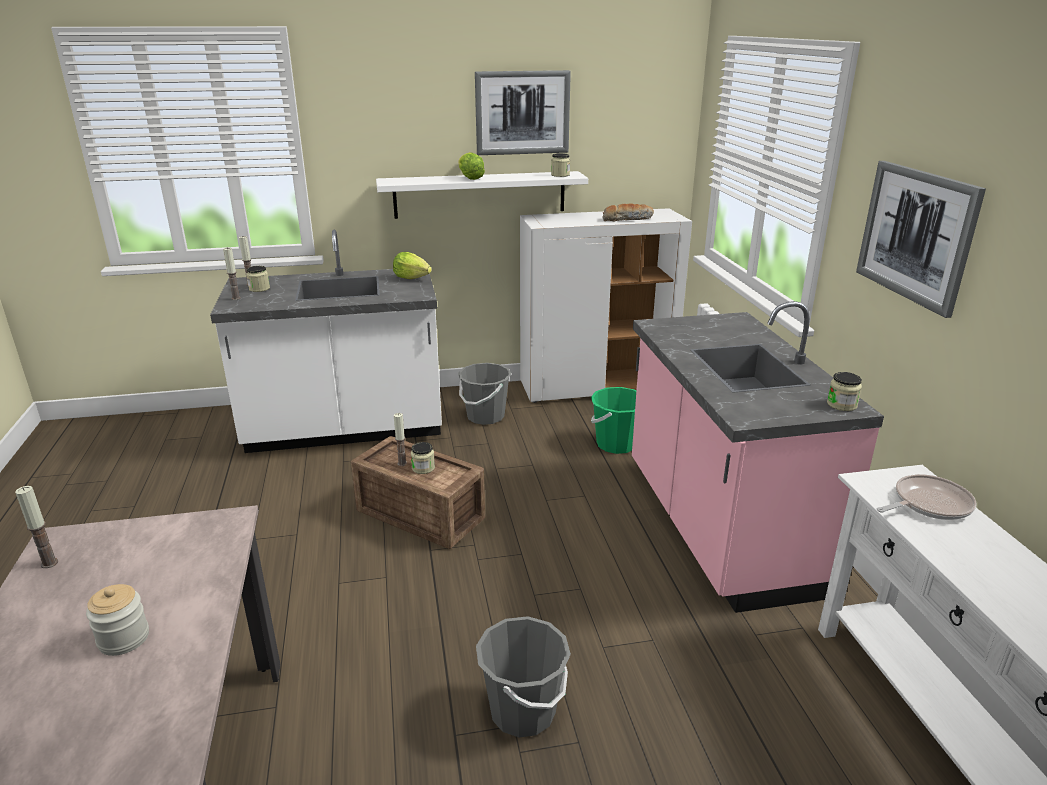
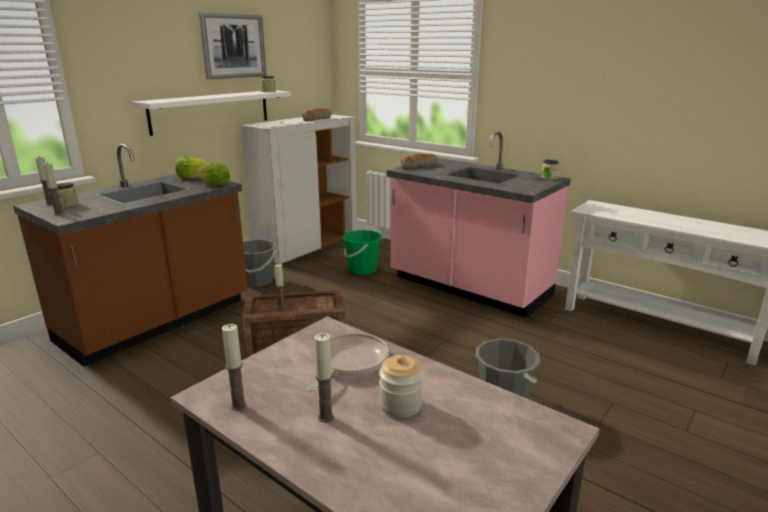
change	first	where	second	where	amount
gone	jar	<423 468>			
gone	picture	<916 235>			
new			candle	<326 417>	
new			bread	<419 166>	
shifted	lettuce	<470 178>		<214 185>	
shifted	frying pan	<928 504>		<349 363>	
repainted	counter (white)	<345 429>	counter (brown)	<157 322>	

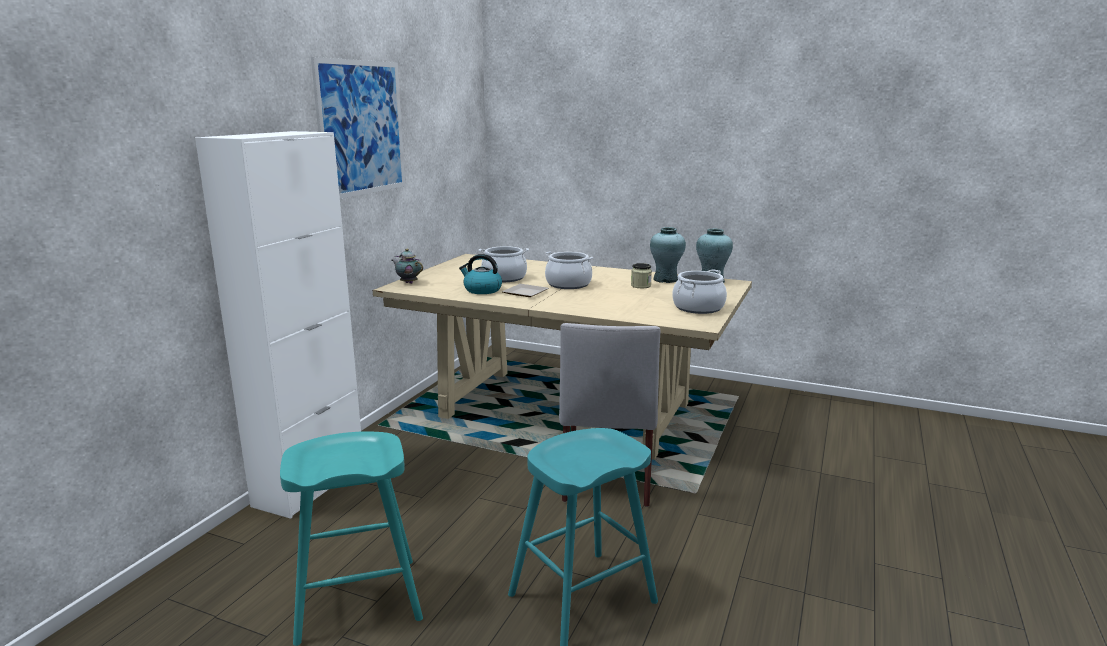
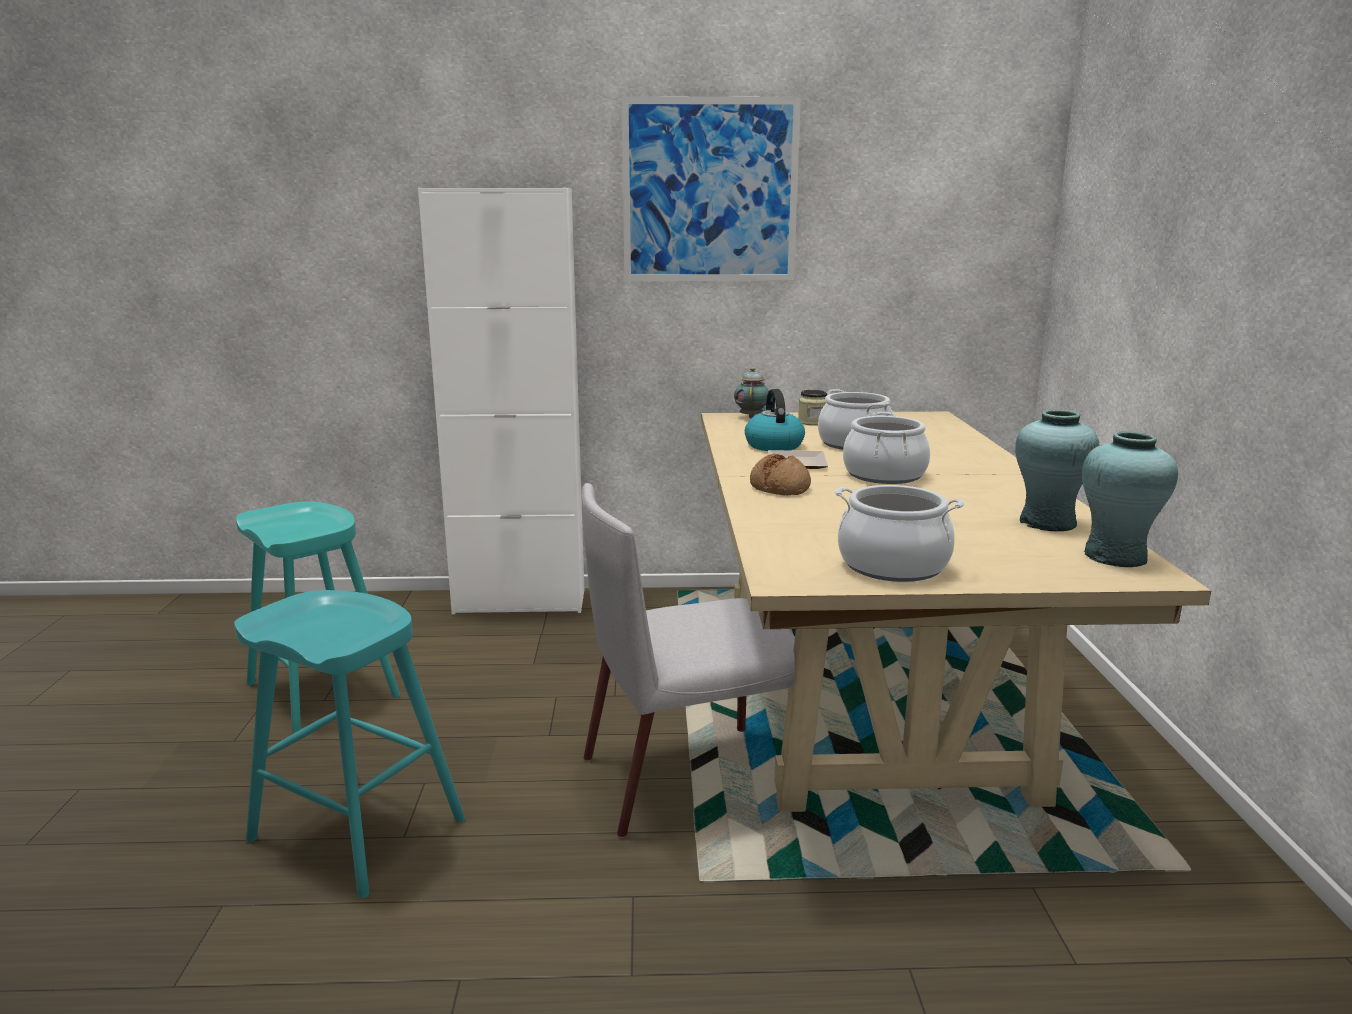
change	first	where	second	where	amount
new			bread	<780 487>	
shifted	jar	<641 286>		<812 422>	

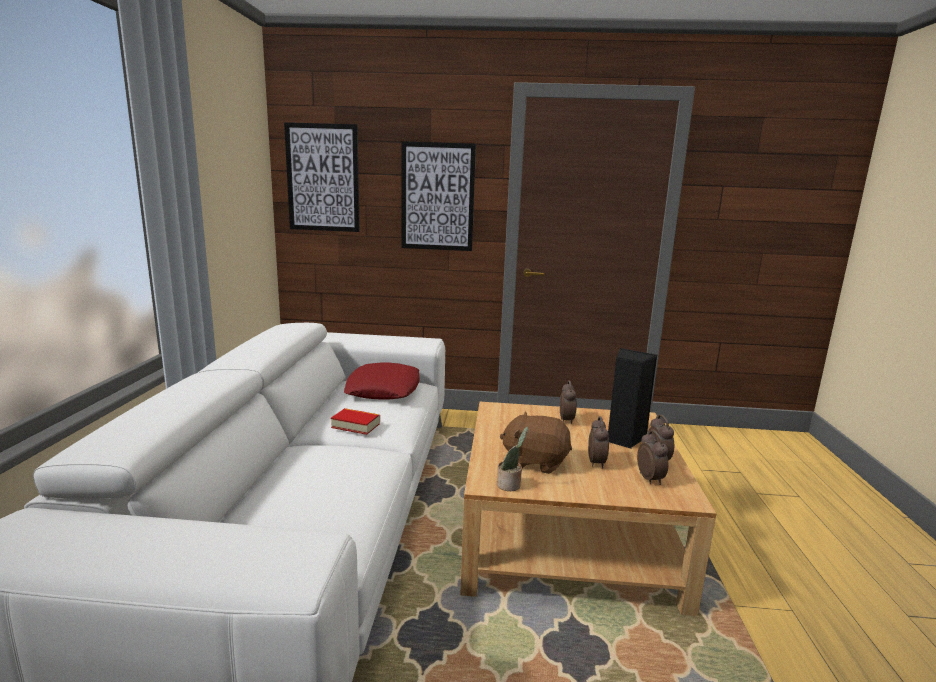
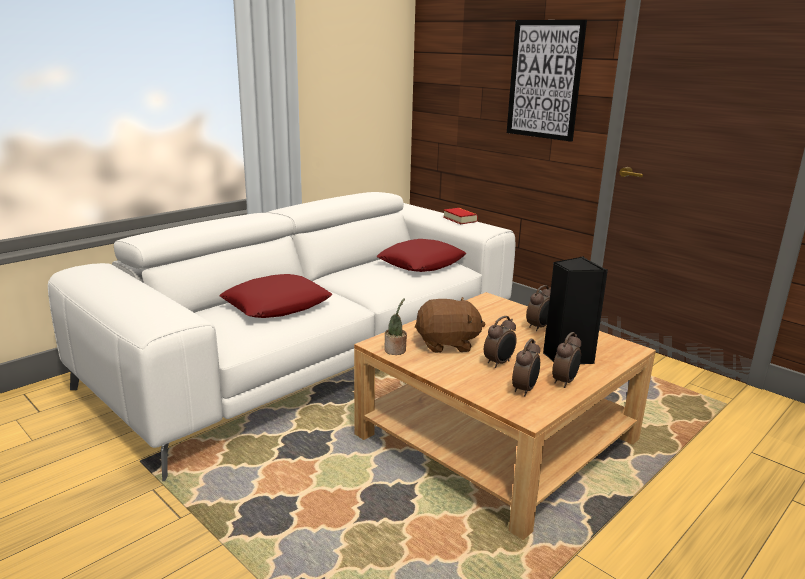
change	first	where	second	where	amount
gone	picture	<323 178>			
new			pillow (red)	<277 305>	
shifted	book	<356 425>		<460 219>	
rotated	plush toy (brown)	<535 461>		<447 344>	120 degrees clockwise

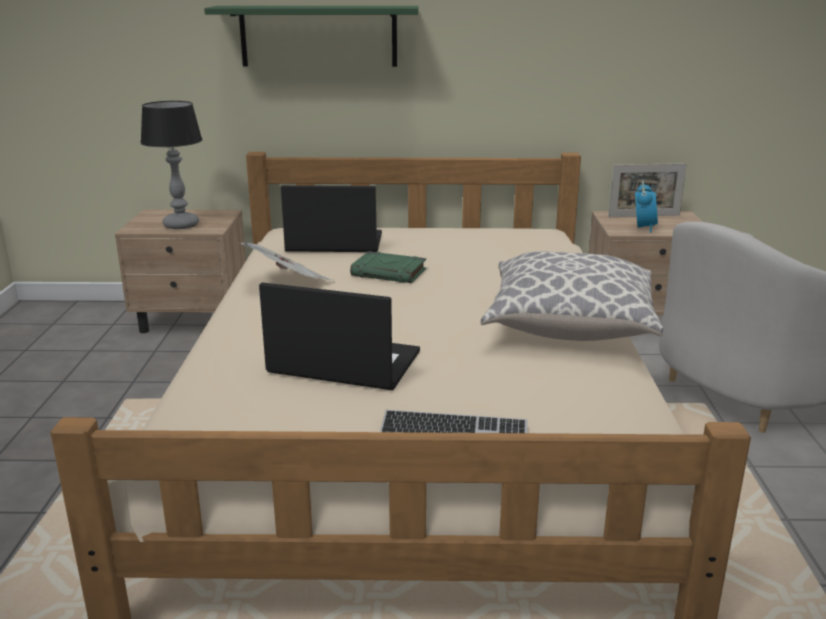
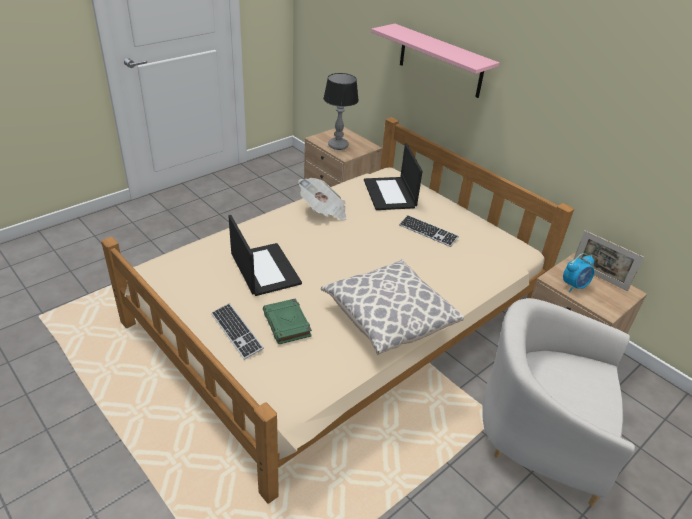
change	first	where	second	where	amount
new			keyboard	<428 232>	
shifted	book (green)	<389 273>		<287 324>	
repainted	shelf (green)	<318 36>	shelf (pink)	<440 61>	
rotated	laptop	<333 243>		<390 194>	150 degrees counterclockwise

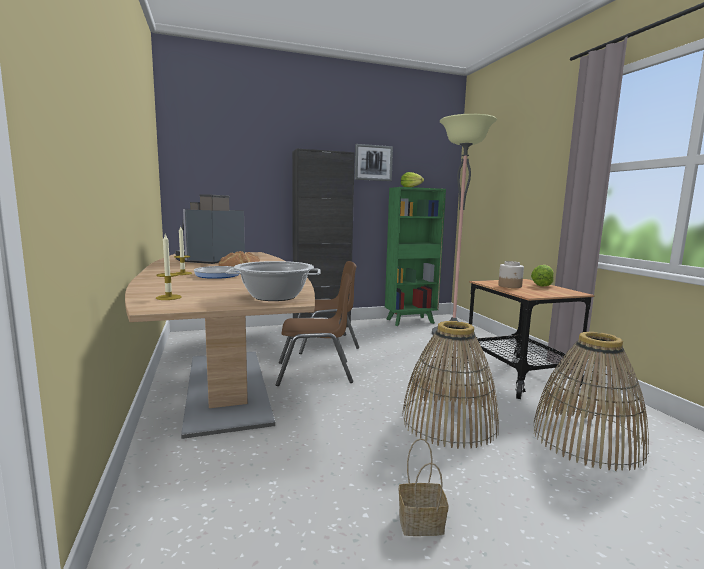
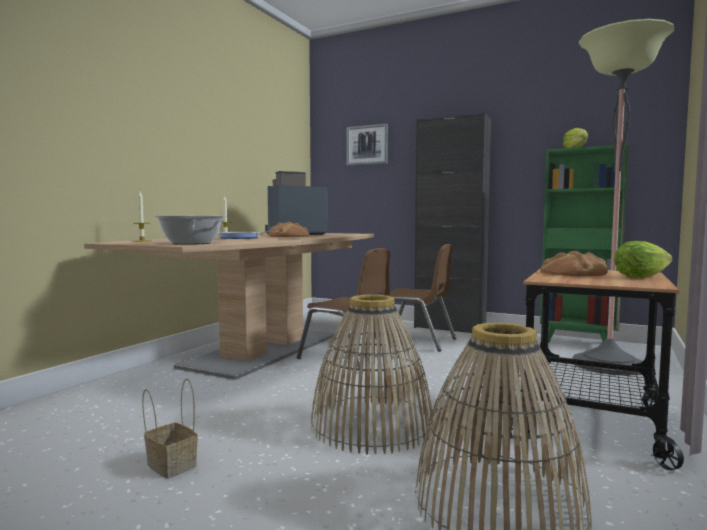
change	first	where	second	where	amount
shifted	picture	<373 163>		<367 145>	
swapped	jar	<510 286>	bread	<573 273>	

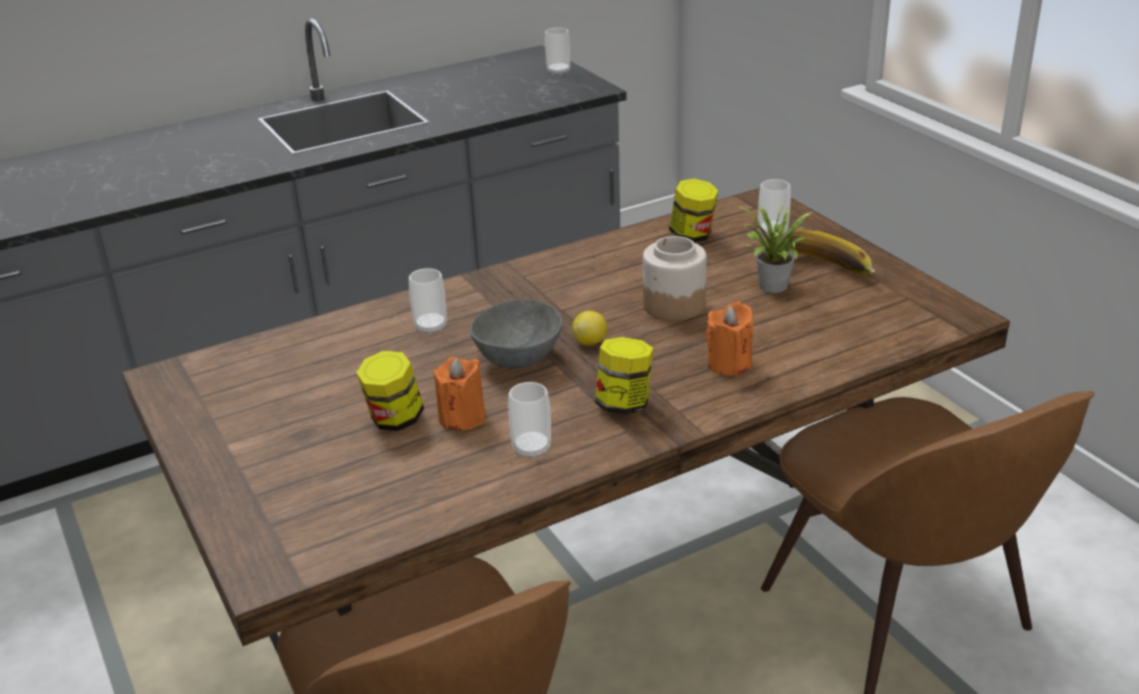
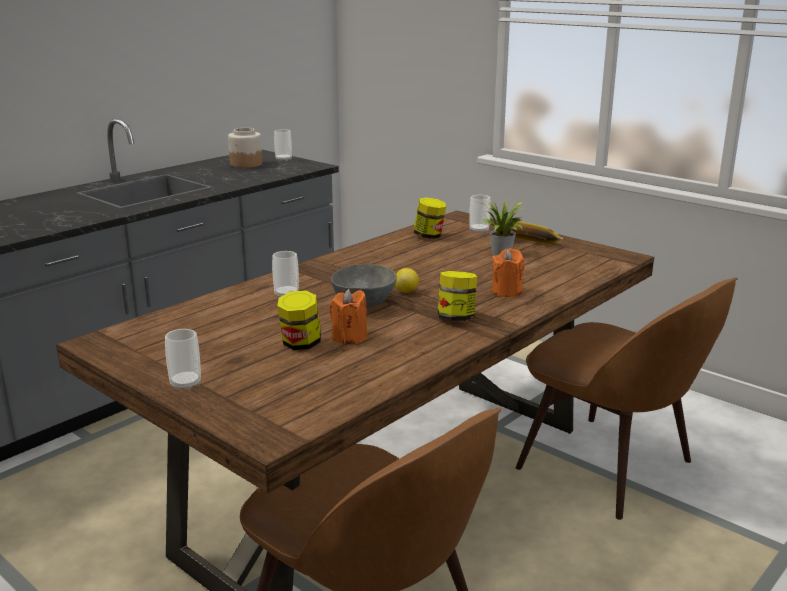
change	first	where	second	where	amount
shifted	cup	<531 449>		<185 384>	
shifted	jar	<673 305>		<246 164>	

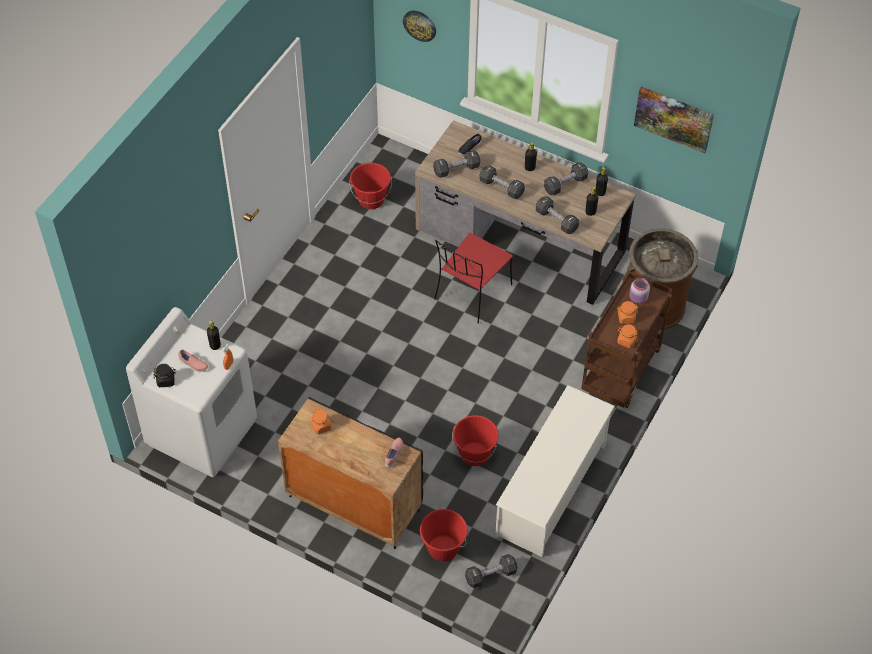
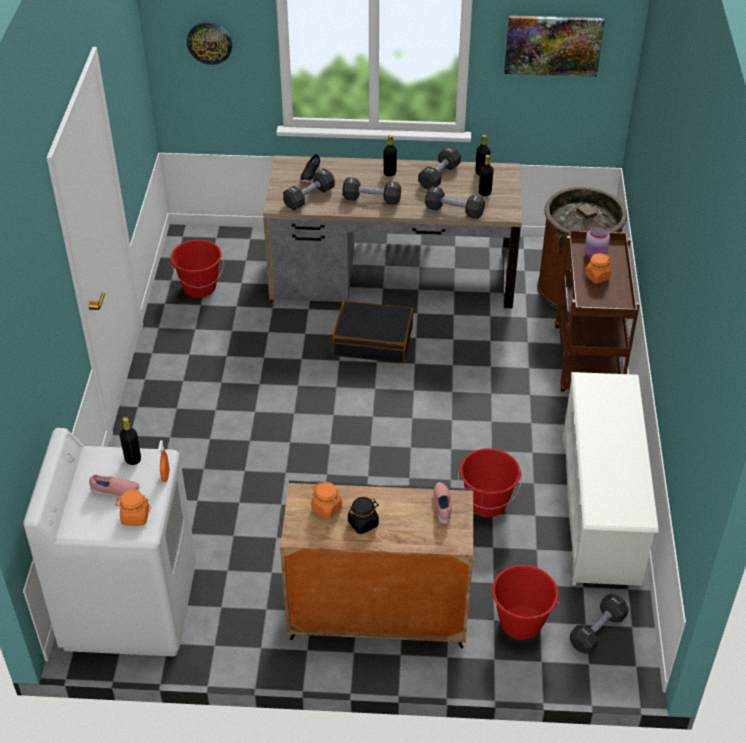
change	first	where	second	where	amount
shifted	jar (black)	<166 380>		<363 523>	
shifted	jar (orange)	<626 341>		<135 517>	
swapped	chair (red)	<472 293>	suitcase (black)	<373 341>	

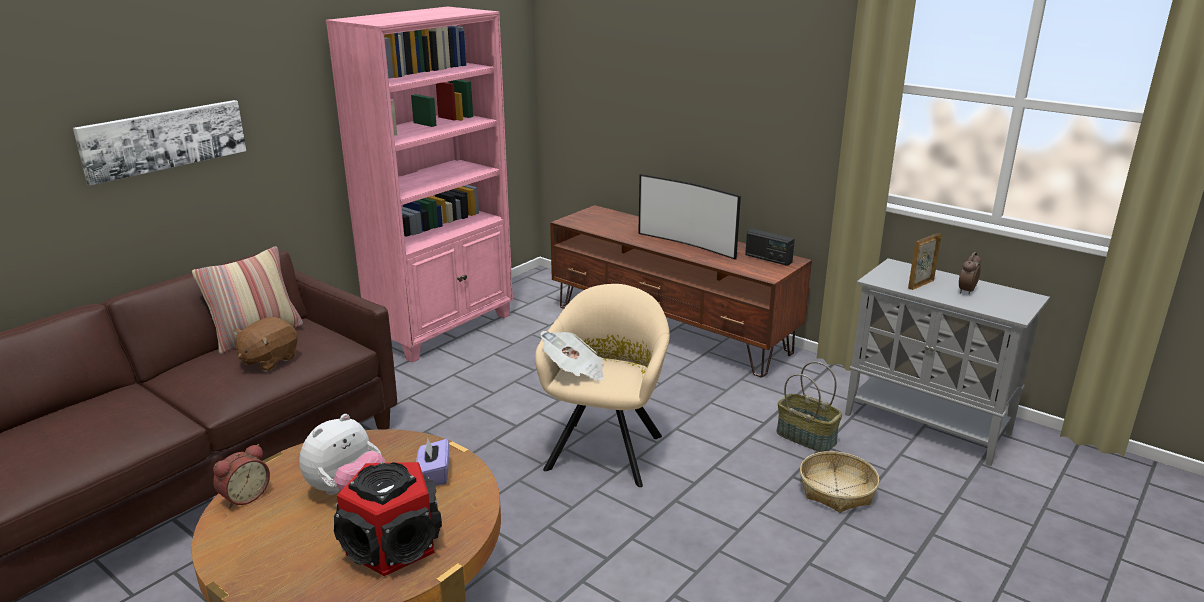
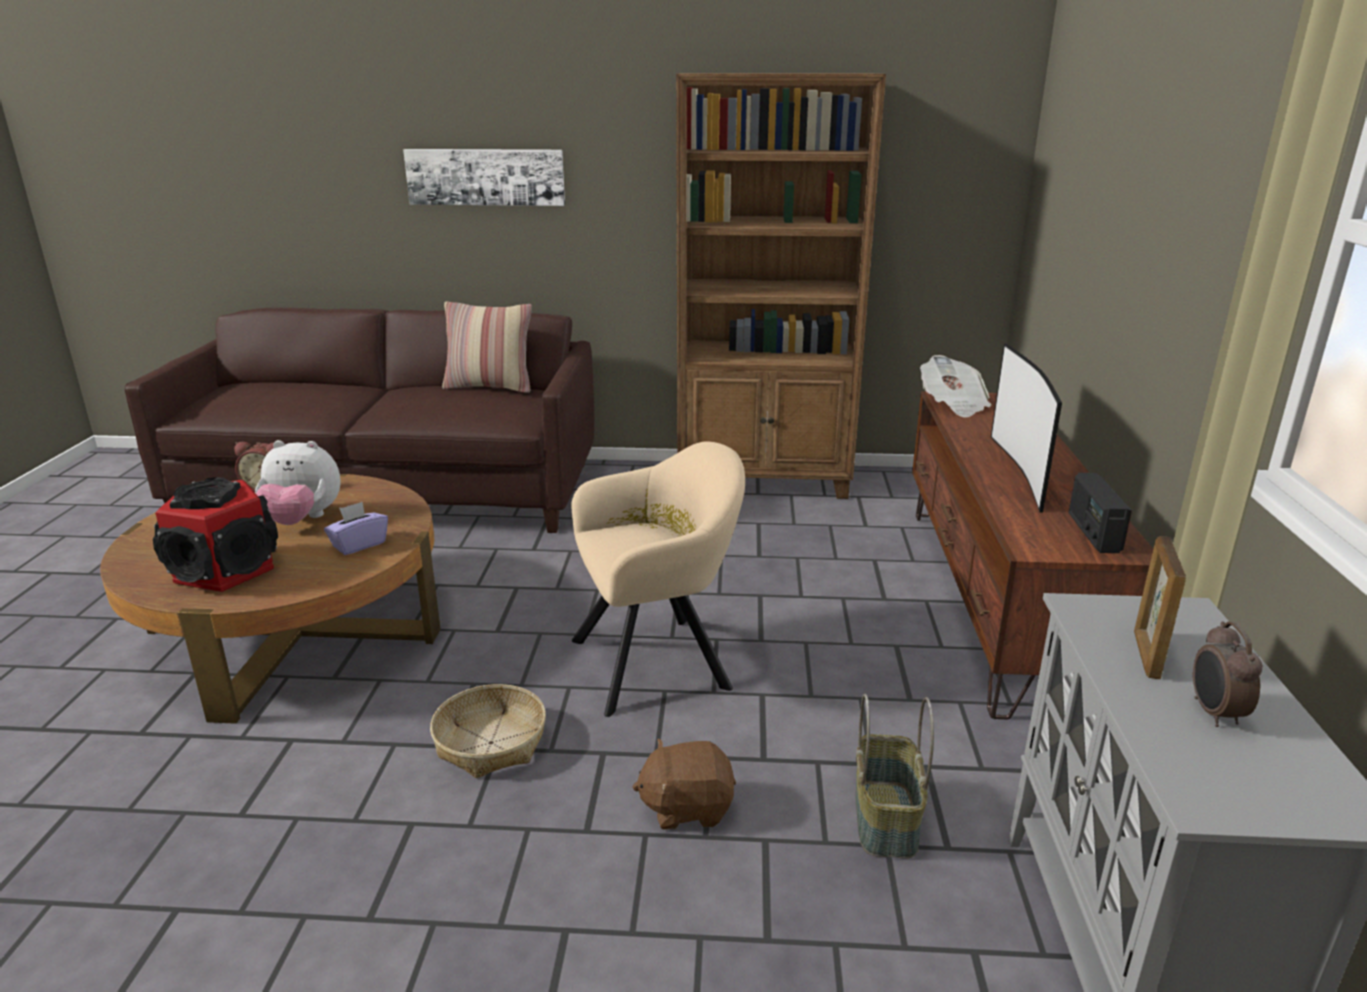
change	first	where	second	where	amount
shifted	plush toy (brown)	<268 360>		<687 807>	
shifted	newspaper	<574 371>		<953 405>	
shifted	basket	<836 490>		<491 742>	
repainted	bookcase (pink)	<443 328>	bookcase (brown)	<765 481>	
rotated	picture frame	<920 284>		<1146 655>	90 degrees counterclockwise
rotated	alarm clock	<966 291>		<1214 713>	90 degrees counterclockwise

